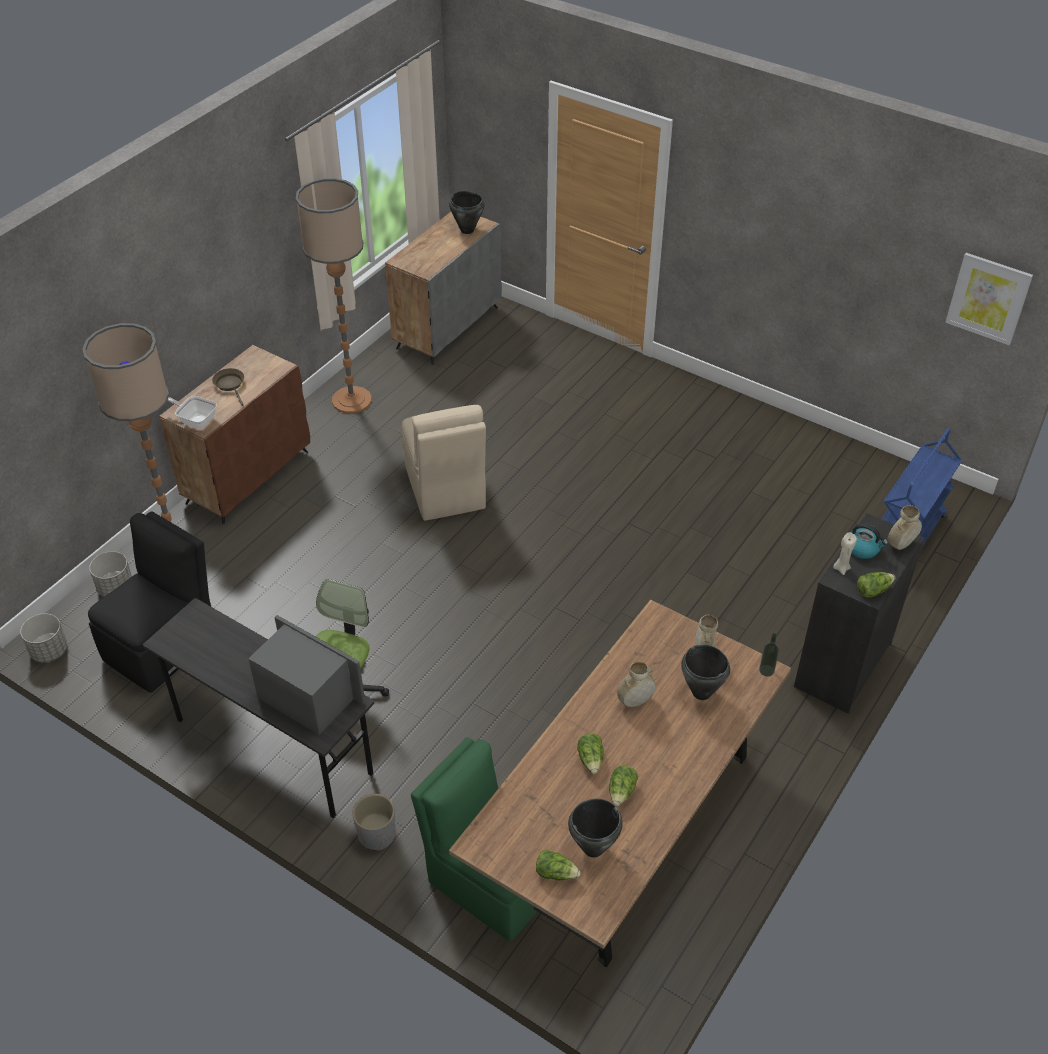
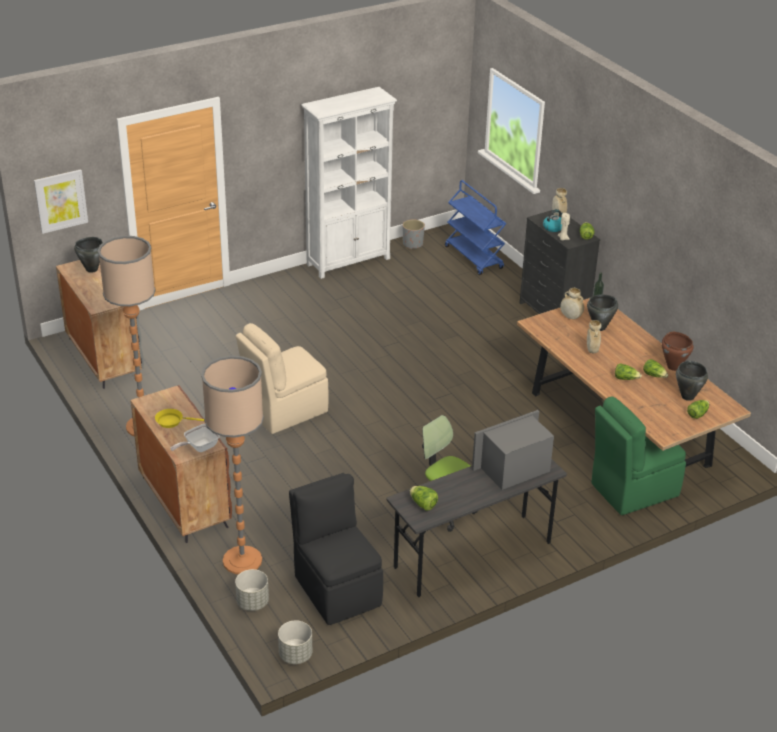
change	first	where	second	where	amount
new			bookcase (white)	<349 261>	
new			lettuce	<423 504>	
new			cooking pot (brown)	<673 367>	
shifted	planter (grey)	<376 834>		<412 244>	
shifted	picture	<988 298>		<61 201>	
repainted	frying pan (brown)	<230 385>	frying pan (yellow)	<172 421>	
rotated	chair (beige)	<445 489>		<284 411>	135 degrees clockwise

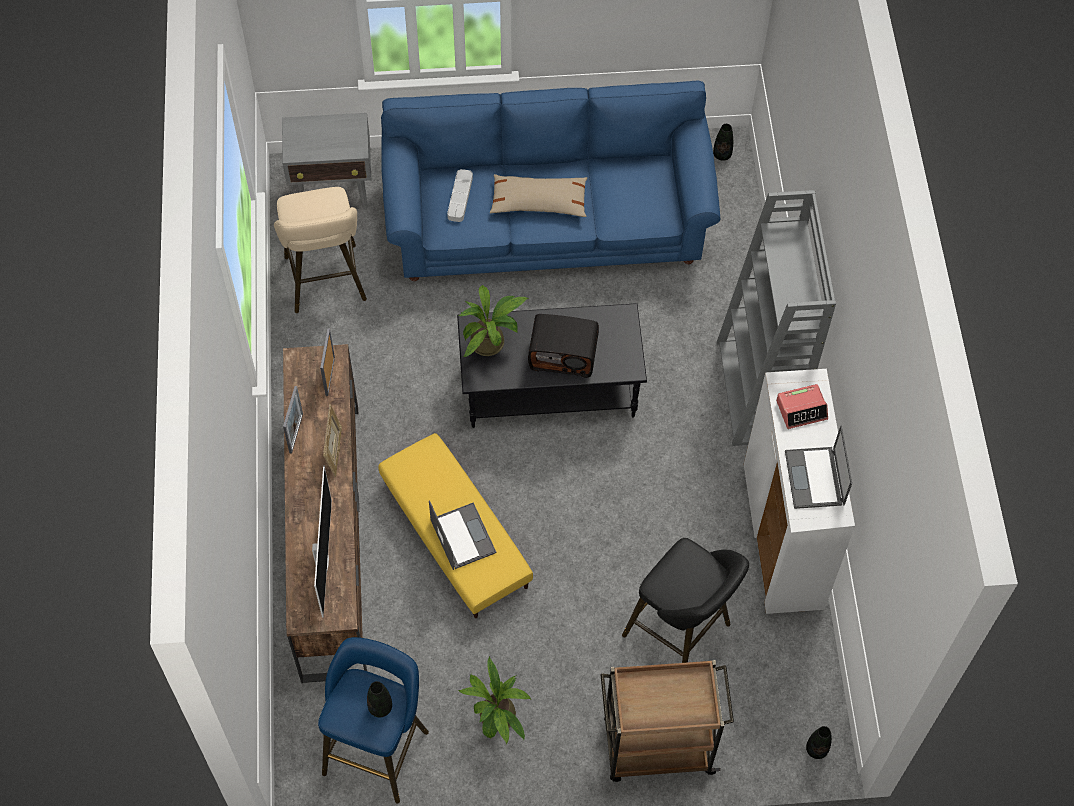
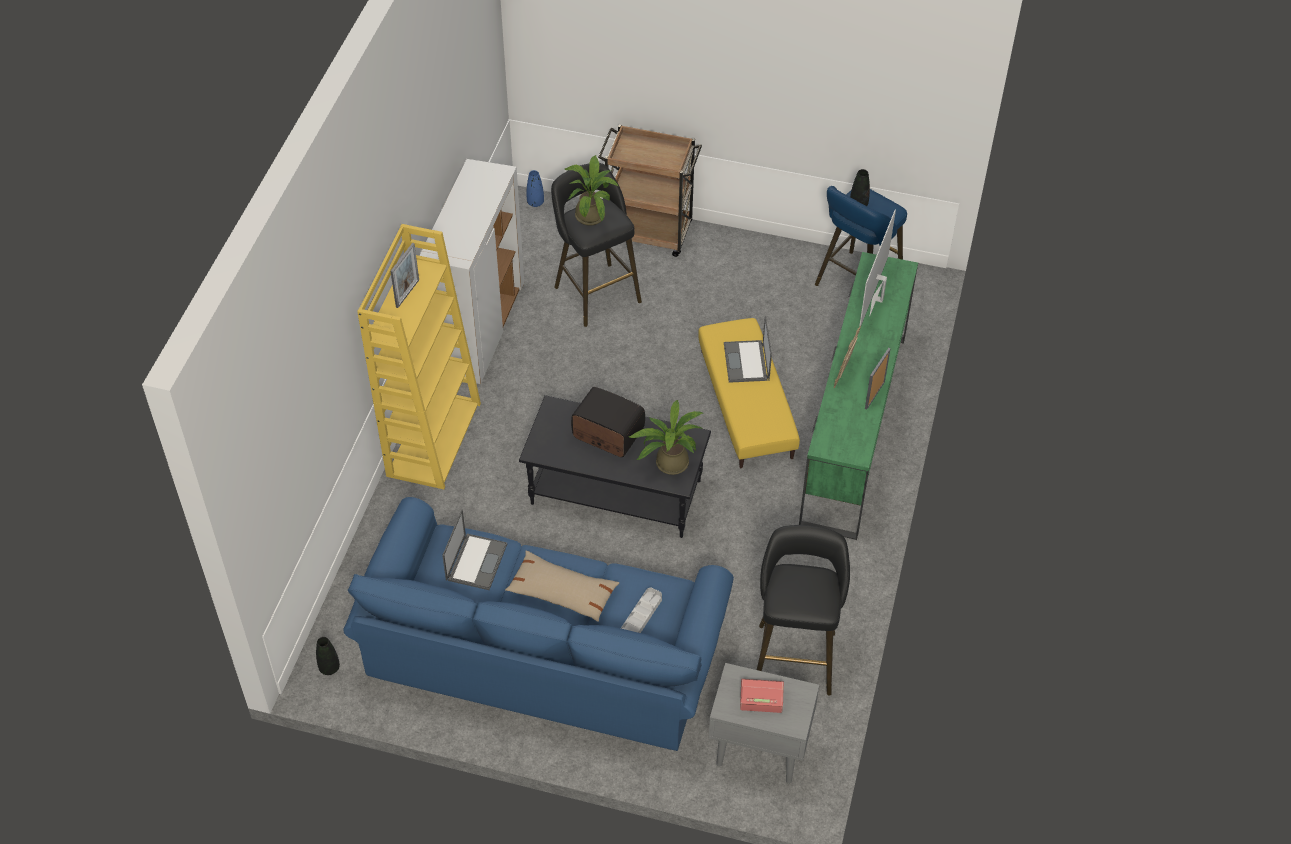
change	first	where	second	where	amount
shifted	picture frame	<330 376>		<407 293>	
shifted	potted plant	<497 720>		<592 214>	
shifted	alarm clock	<801 409>		<761 696>	
shifted	laptop	<815 479>		<476 561>	
repainted	stool (beige)	<326 283>	stool (black)	<794 654>	
repainted	tv stand (brown)	<331 538>	tv stand (green)	<853 430>	
repainted	bookcase (grey)	<757 391>	bookcase (yellow)	<433 438>	
repainted	vase (black)	<816 749>	vase (blue)	<535 203>	

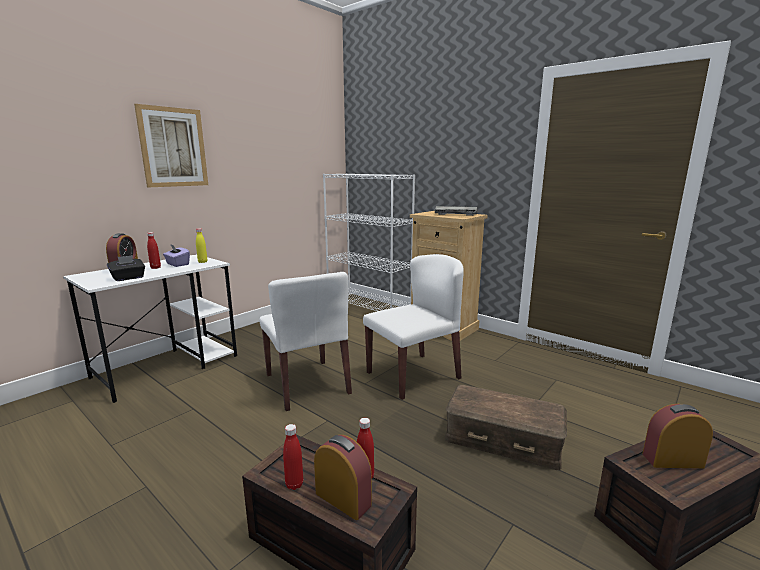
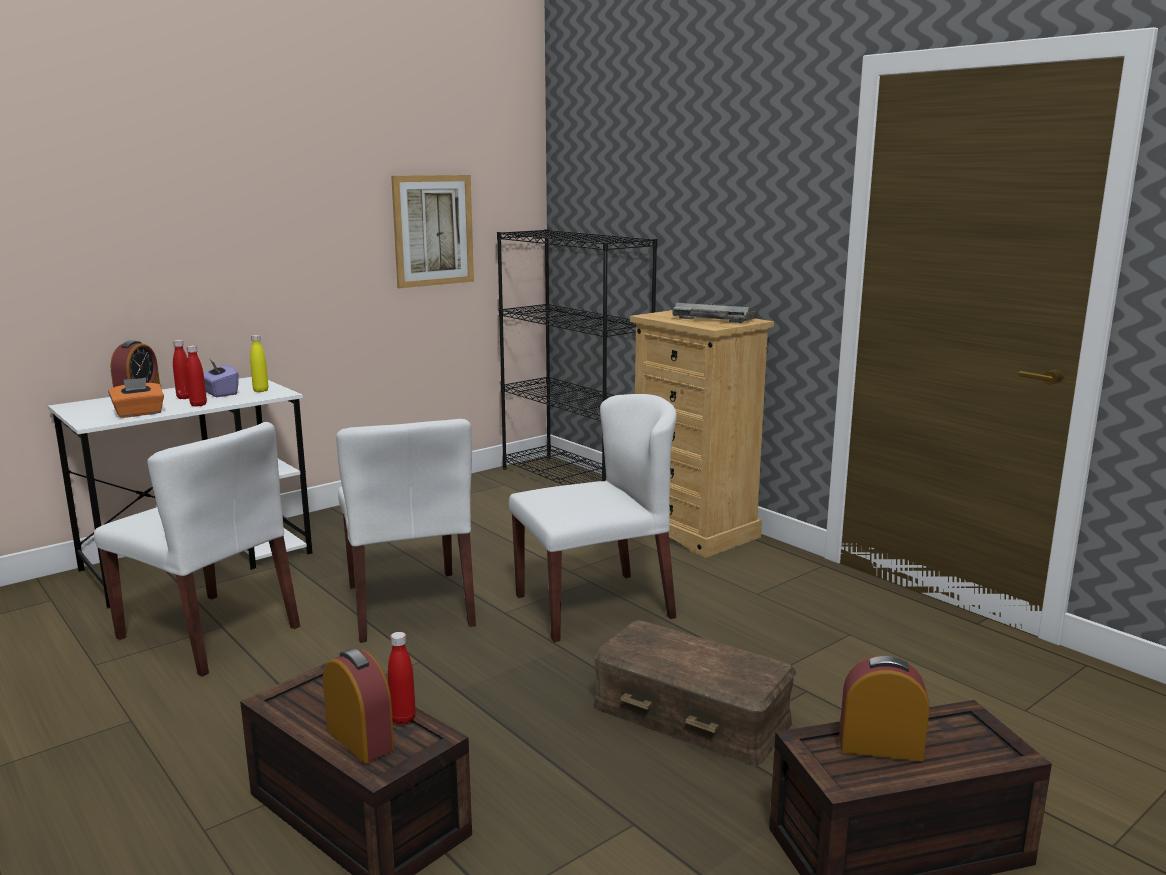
change	first	where	second	where	amount
new			chair (white)	<210 633>	
shifted	picture	<173 147>		<433 230>	
shifted	bottle (red)	<294 484>		<198 405>	
repainted	tissue box (black)	<128 278>	tissue box (orange)	<139 413>	
repainted	bookcase (white)	<369 306>	bookcase (black)	<575 482>	

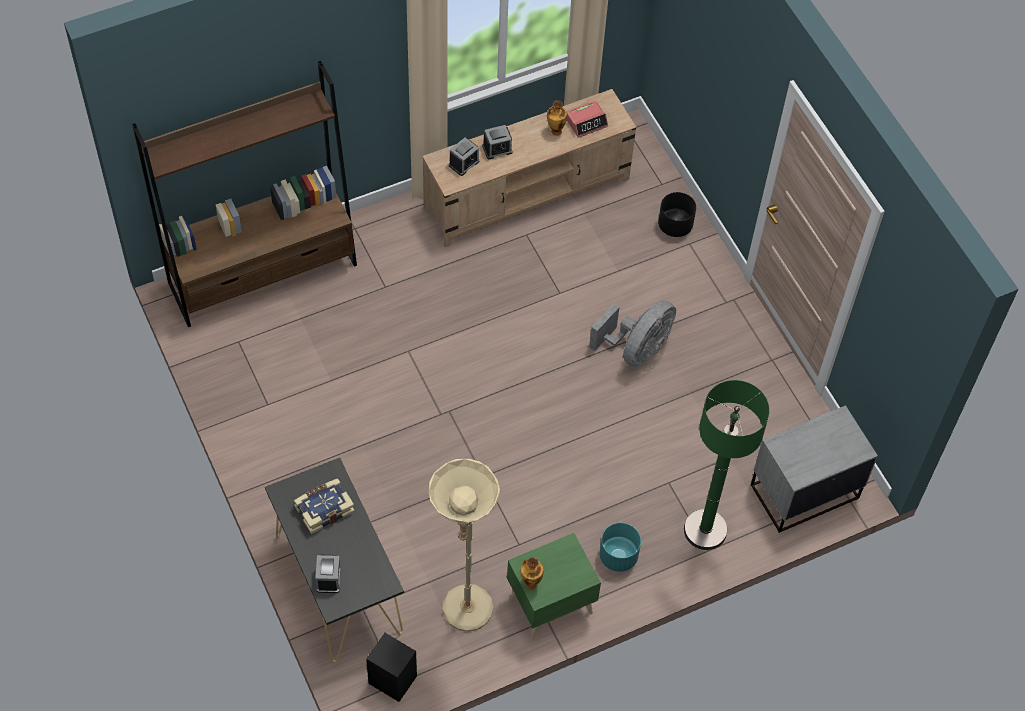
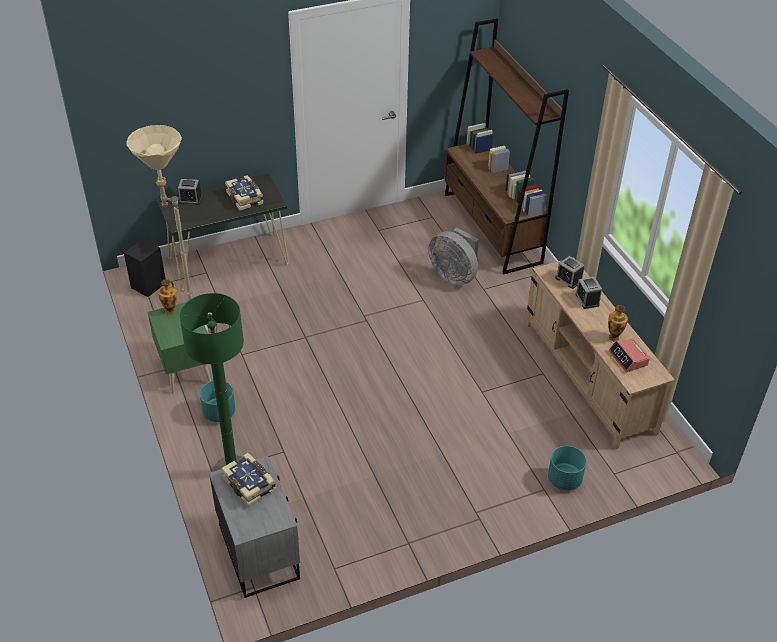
change	first	where	second	where	amount
new			book	<250 484>	
shifted	fan (grey)	<637 349>		<454 275>	
repainted	planter (black)	<675 226>	planter (turquoise)	<564 479>	

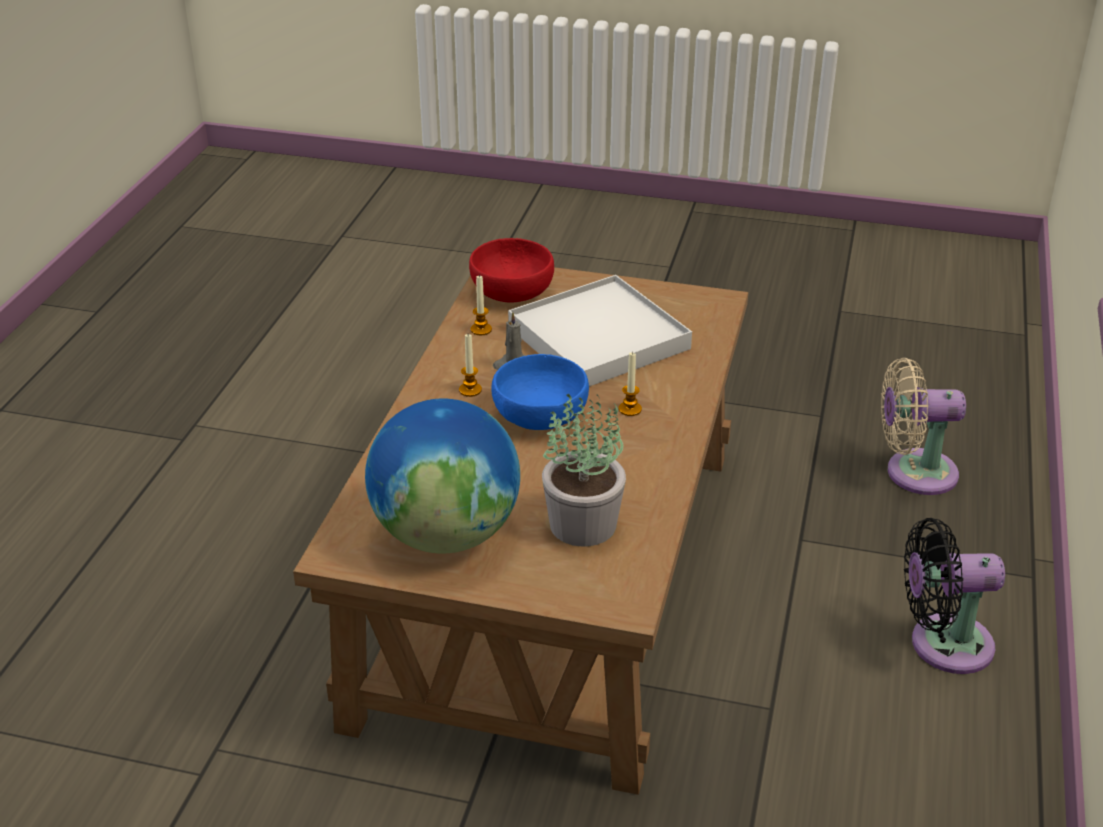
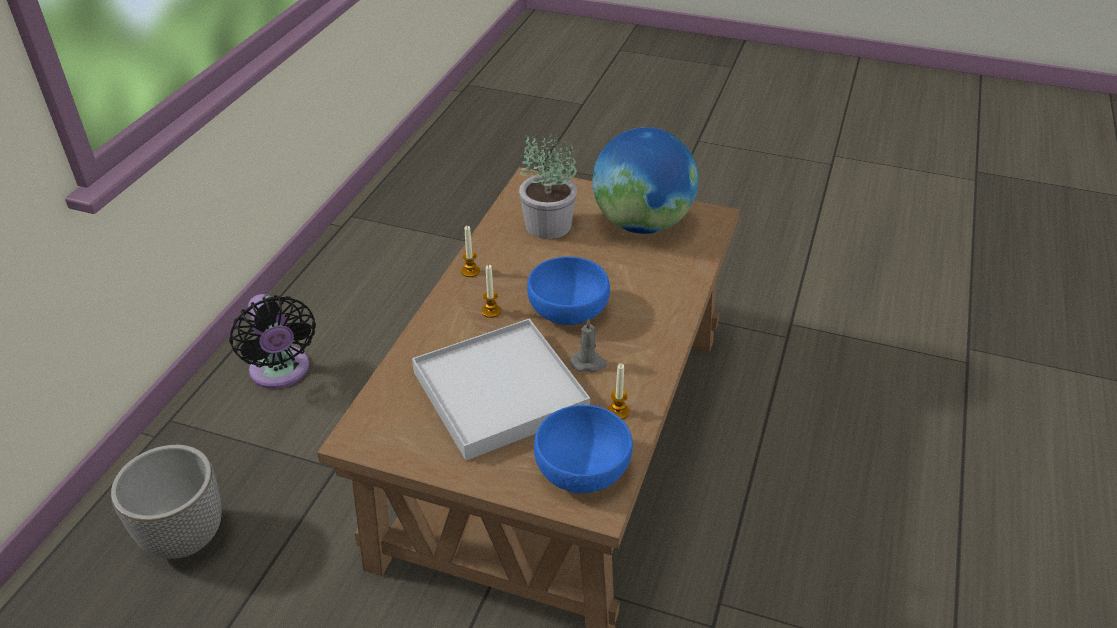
change	first	where	second	where	amount
shifted	candle	<470 390>		<470 271>	
swapped	fan (beige)	<913 473>	planter	<185 537>	
repainted	bowl (red)	<511 292>	bowl (blue)	<583 468>	
rotated	fan (black)	<942 644>		<281 372>	60 degrees clockwise

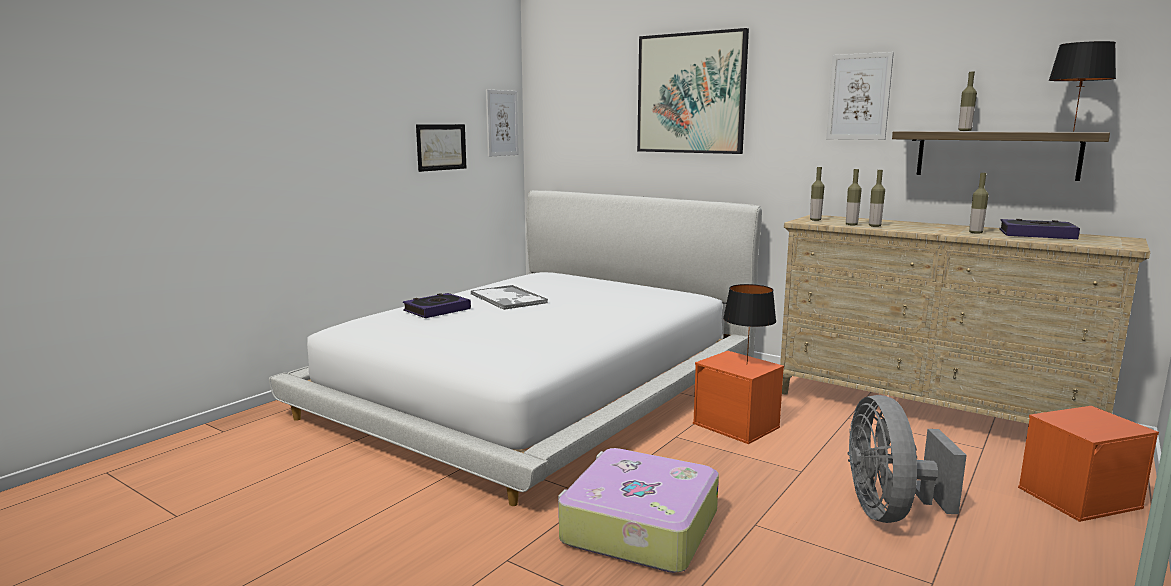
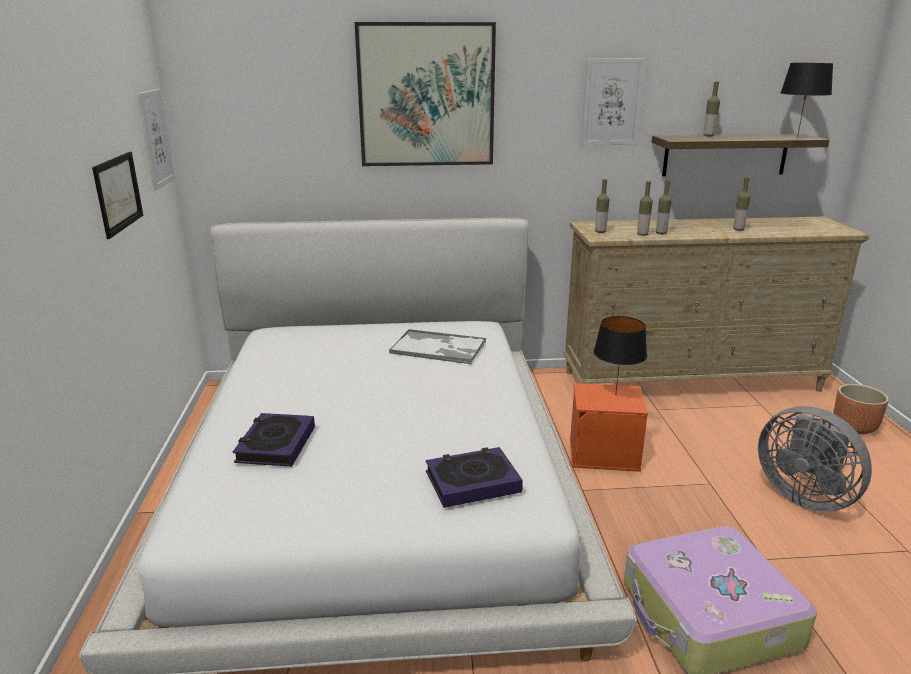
change	first	where	second	where	amount
shifted	tray	<508 299>		<439 348>	
shifted	book	<1036 235>		<472 482>	
swapped	storage box (orange)	<1078 497>	planter (brown)	<853 427>	

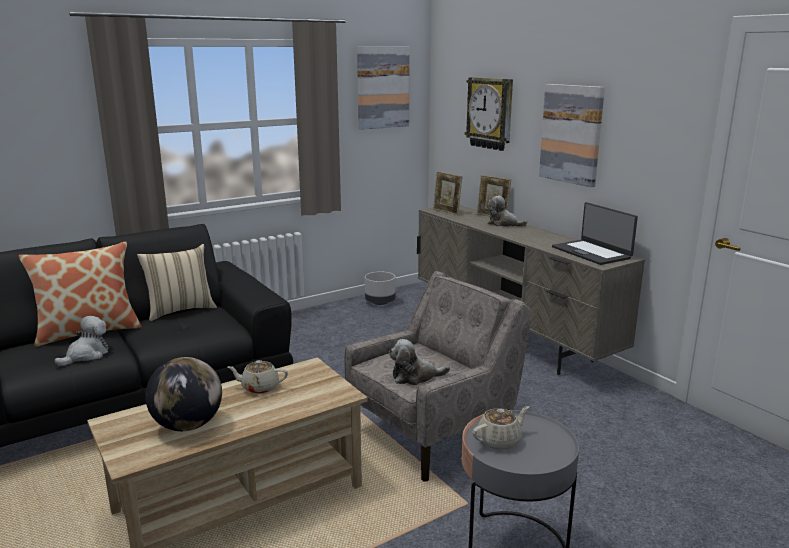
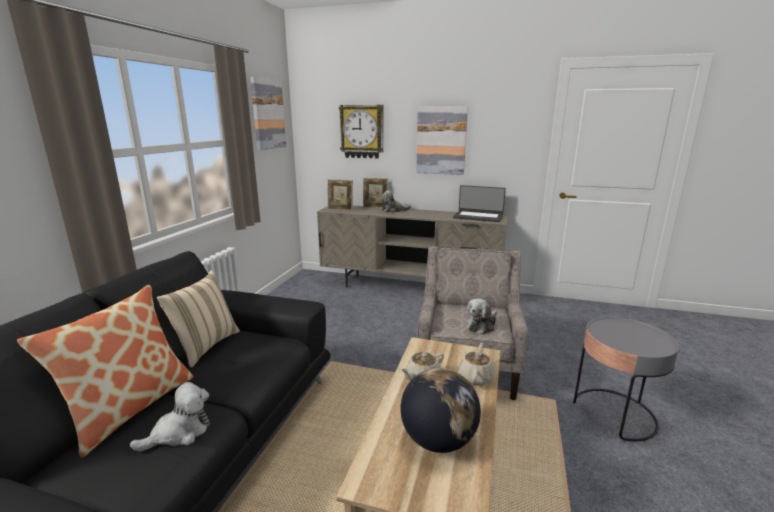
change	first	where	second	where	amount
gone	planter (grey)	<380 302>			
shifted	teapot (beige)	<499 440>		<476 377>	
rotated	plush toy	<86 355>		<179 432>	60 degrees clockwise

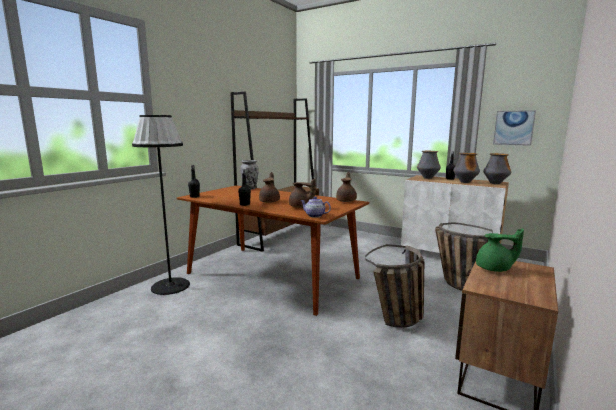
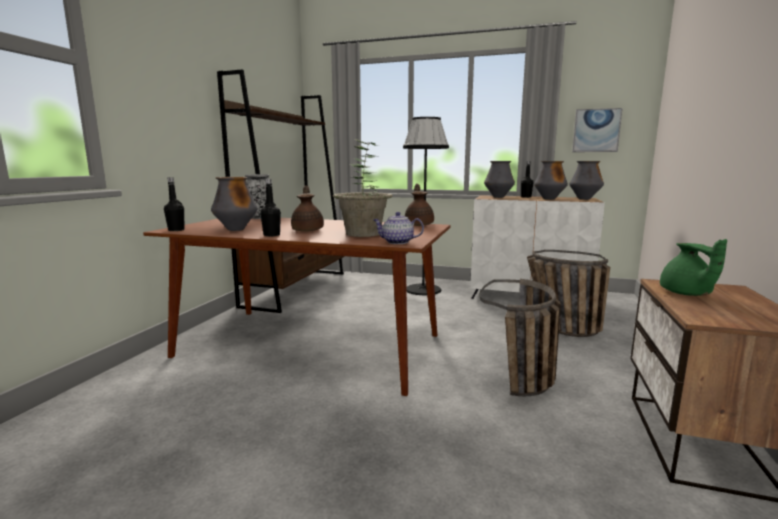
change	first	where	second	where	amount
new			vase	<236 229>	
shifted	floor lamp (black)	<171 286>		<423 289>	
swapped	teapot (brown)	<301 207>	potted plant	<363 234>	
rotated	teapot (green)	<495 269>		<686 294>	90 degrees clockwise

